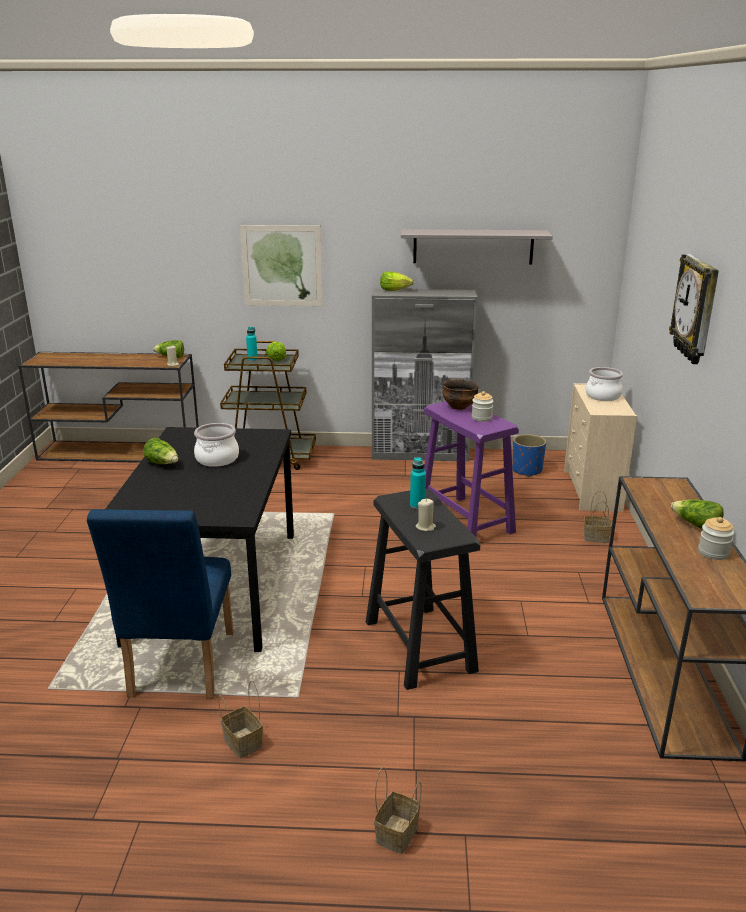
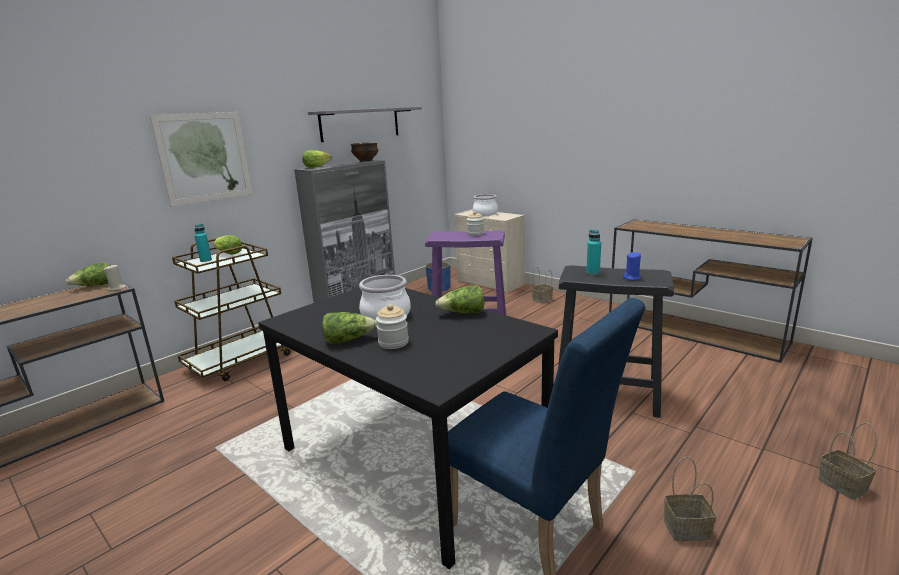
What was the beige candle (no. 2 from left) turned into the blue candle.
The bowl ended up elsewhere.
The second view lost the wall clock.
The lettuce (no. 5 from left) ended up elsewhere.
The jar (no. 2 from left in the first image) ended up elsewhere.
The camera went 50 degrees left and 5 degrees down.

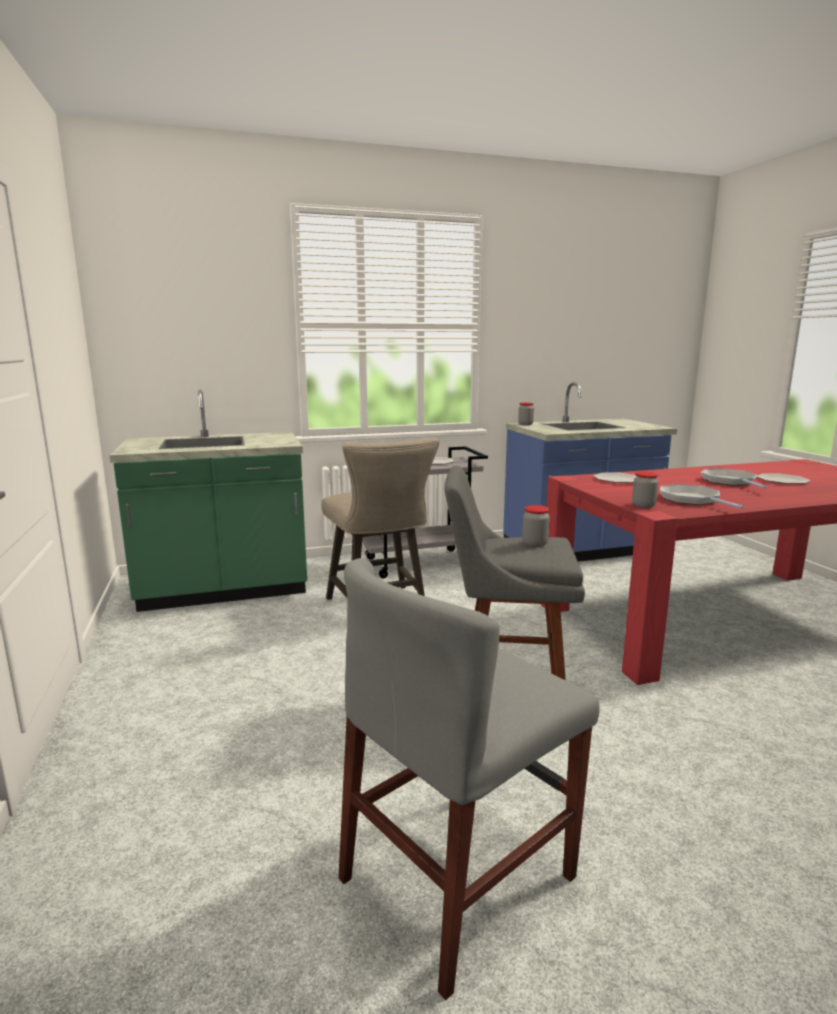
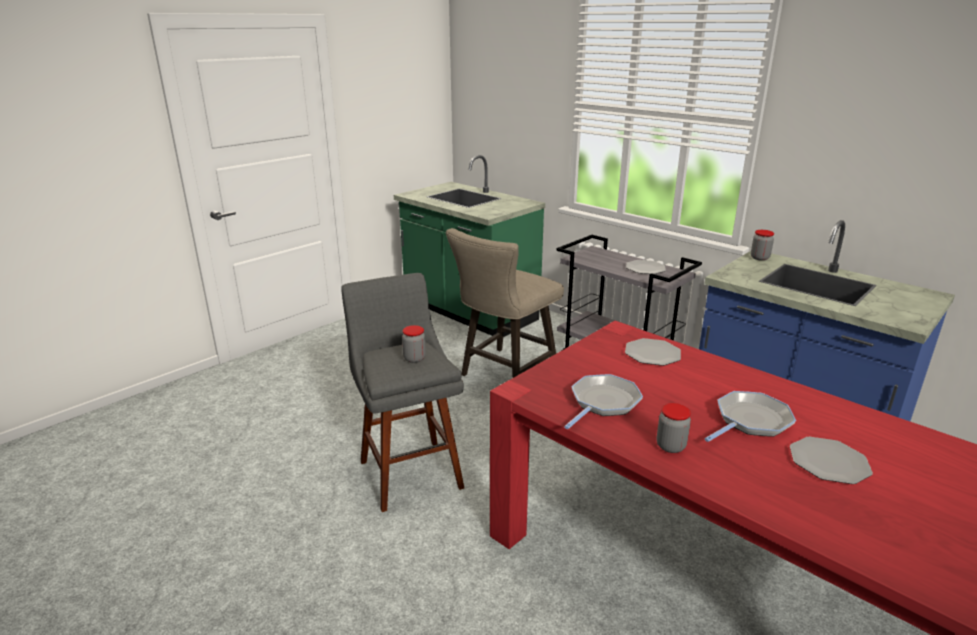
The second view lost the grey chair.
The jar (no. 3 from left in the first image) ended up elsewhere.
The camera went 60 degrees right and 10 degrees up.

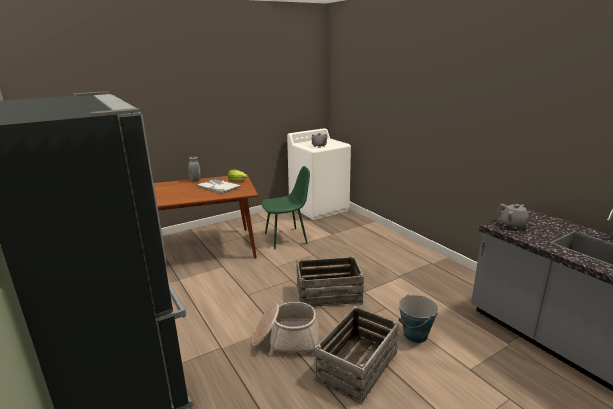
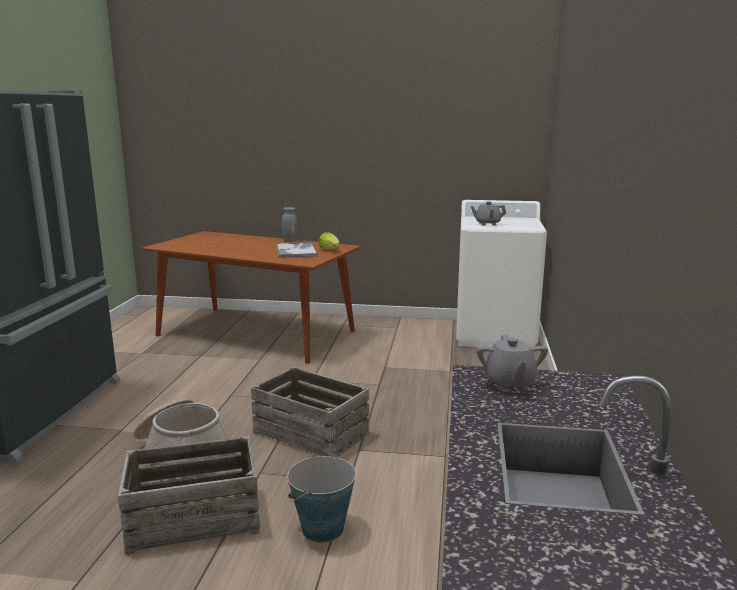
The second view lost the green chair.
The camera went 40 degrees right and 5 degrees down.

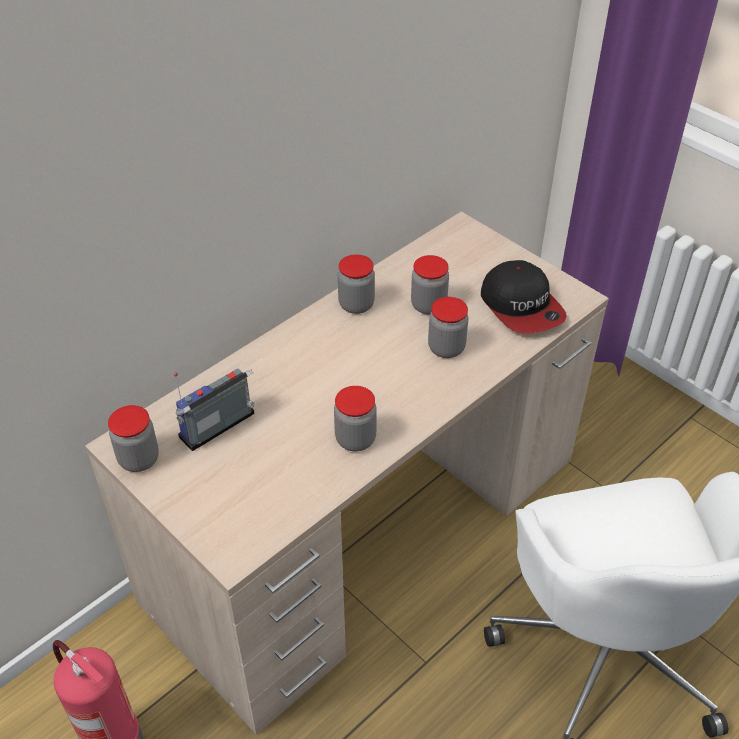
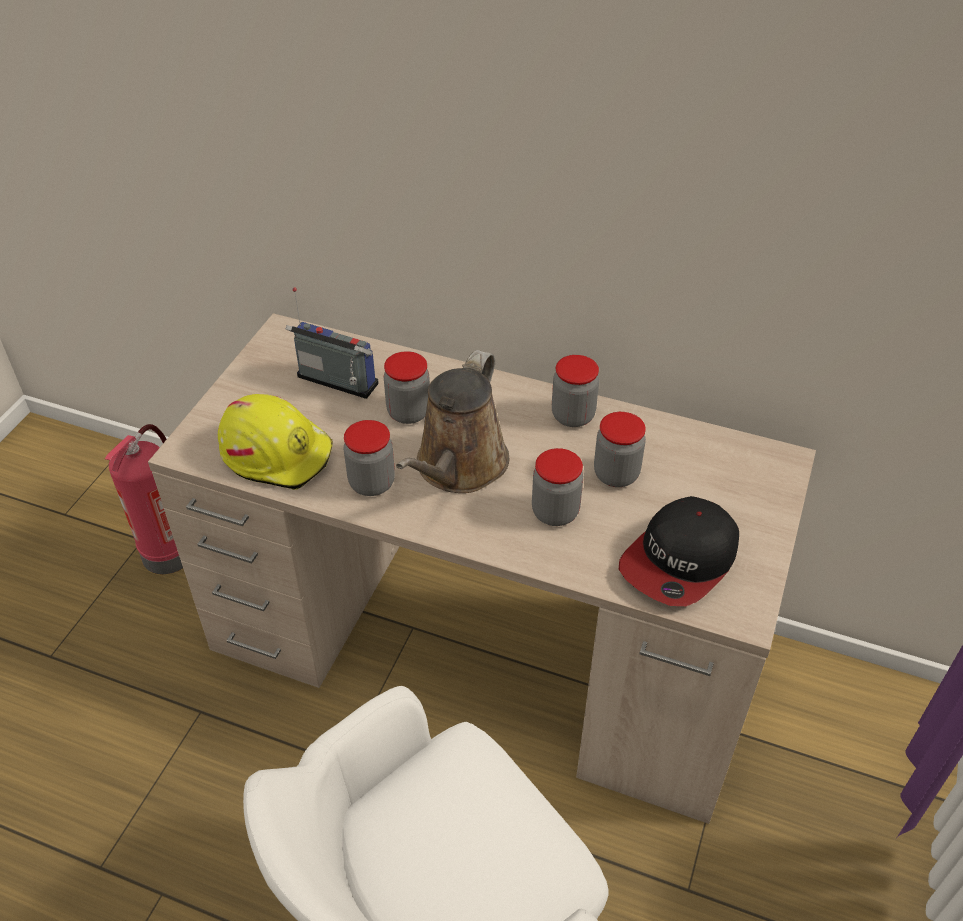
The jar (no. 1 from left in the first image) ended up elsewhere.
The second view gained the yellow hard hat.
The second view gained the brown watering can.
The camera went 65 degrees right and 0 degrees up.

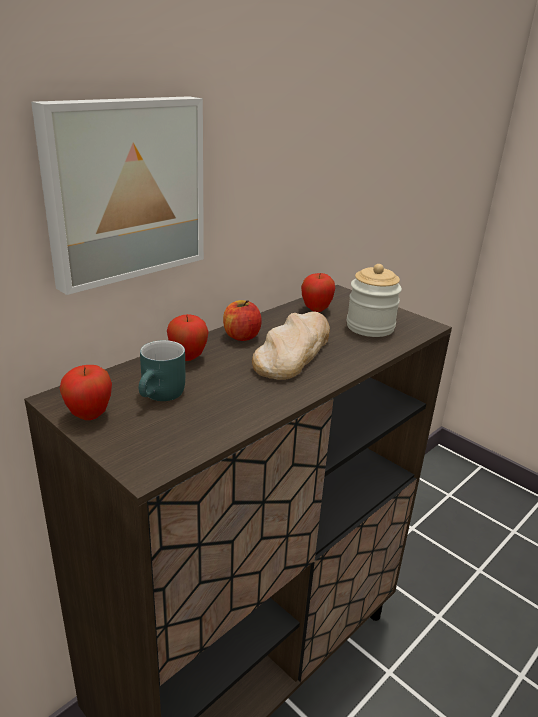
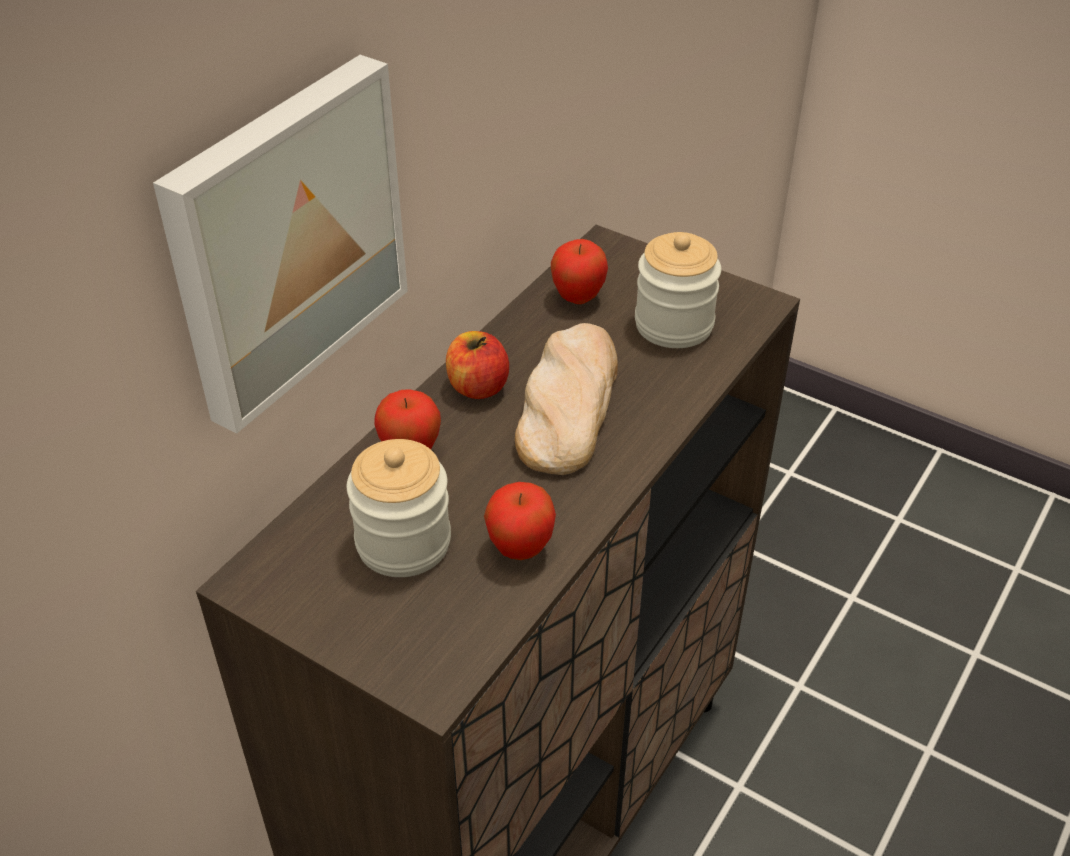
The apple (no. 1 from left in the first image) ended up elsewhere.
Where the turquoise mug stood, the jar (no. 1 from left) came to stand.
The camera went 10 degrees left and 15 degrees up.

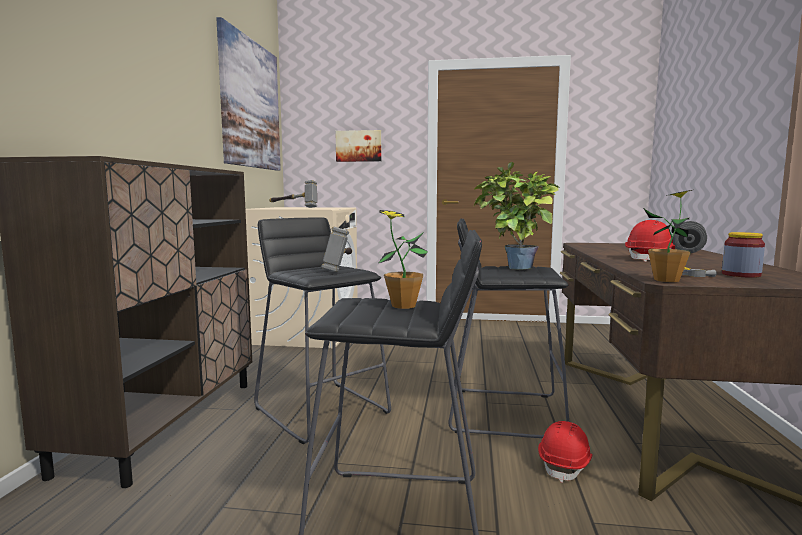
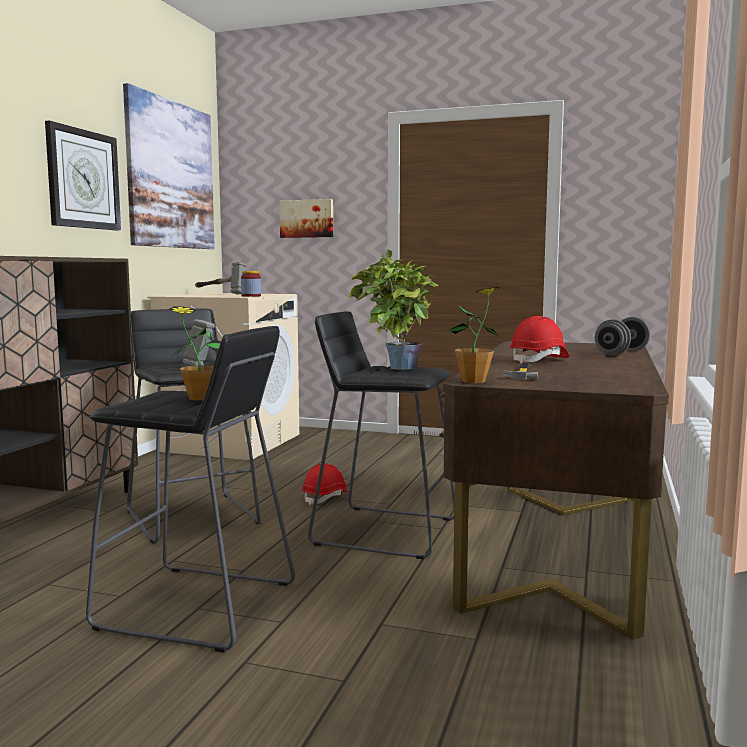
The red hard hat (no. 1 from left) ended up elsewhere.
The jar ended up elsewhere.
The second view gained the wall clock.
The camera went 10 degrees right and 0 degrees up.

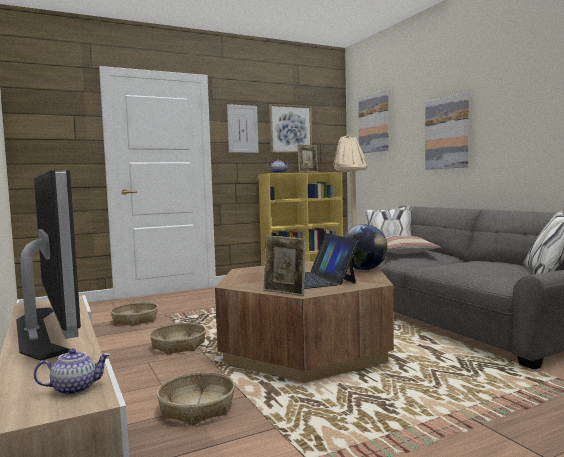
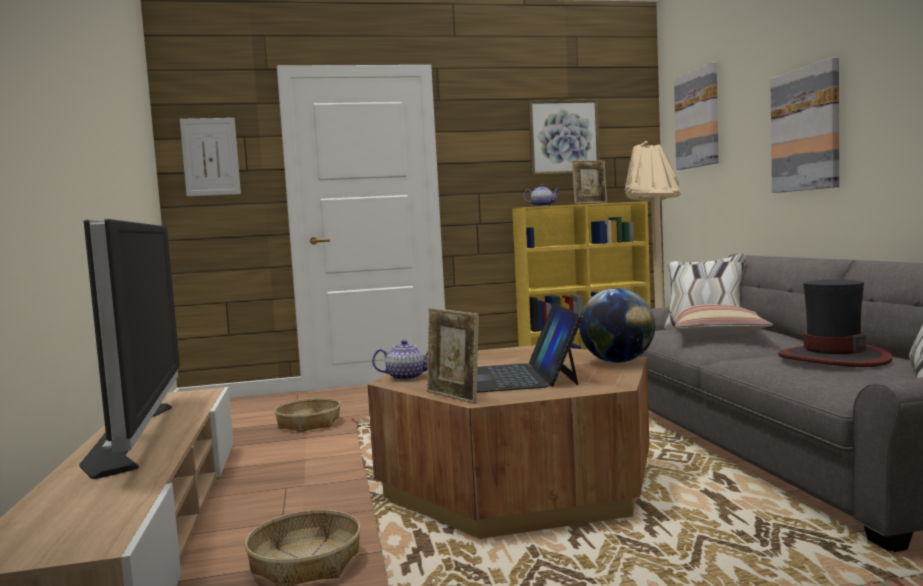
The teapot (no. 1 from left) ended up elsewhere.
The second view lost the basket (no. 2 from left).
The picture (no. 1 from left) ended up elsewhere.
The second view gained the hat.
The camera went 15 degrees right and 0 degrees up.

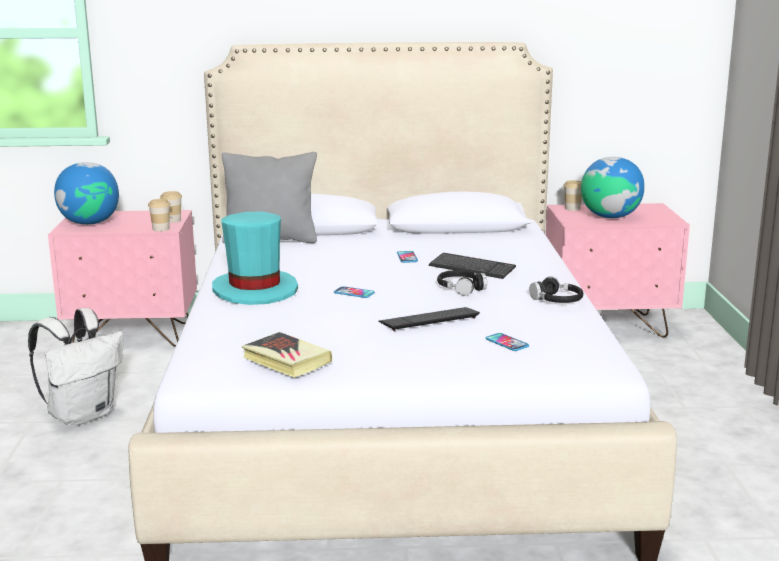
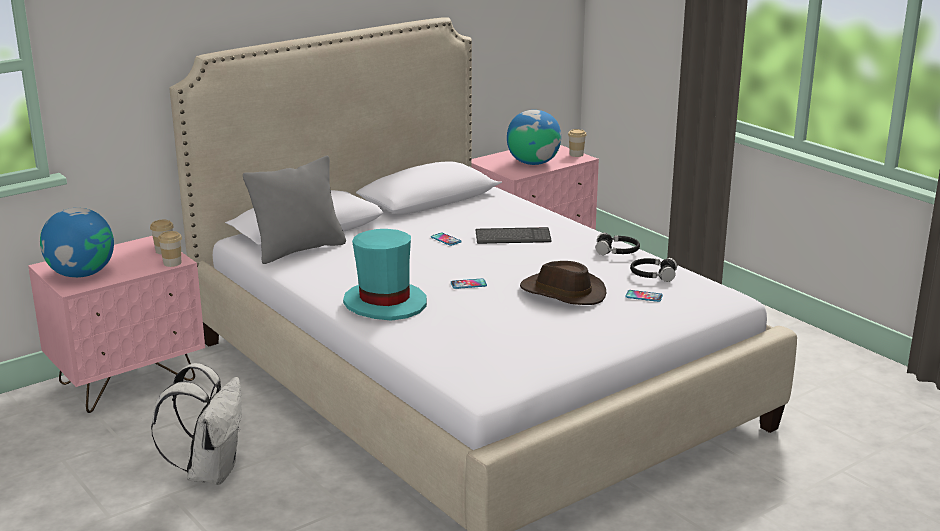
The second view lost the book.
Where the keyboard (no. 1 from left) stood, the brown hat came to stand.
The black headphones (no. 1 from left in the first image) ended up elsewhere.
The cup (no. 3 from left) ended up elsewhere.
The camera went 35 degrees left and 5 degrees up.

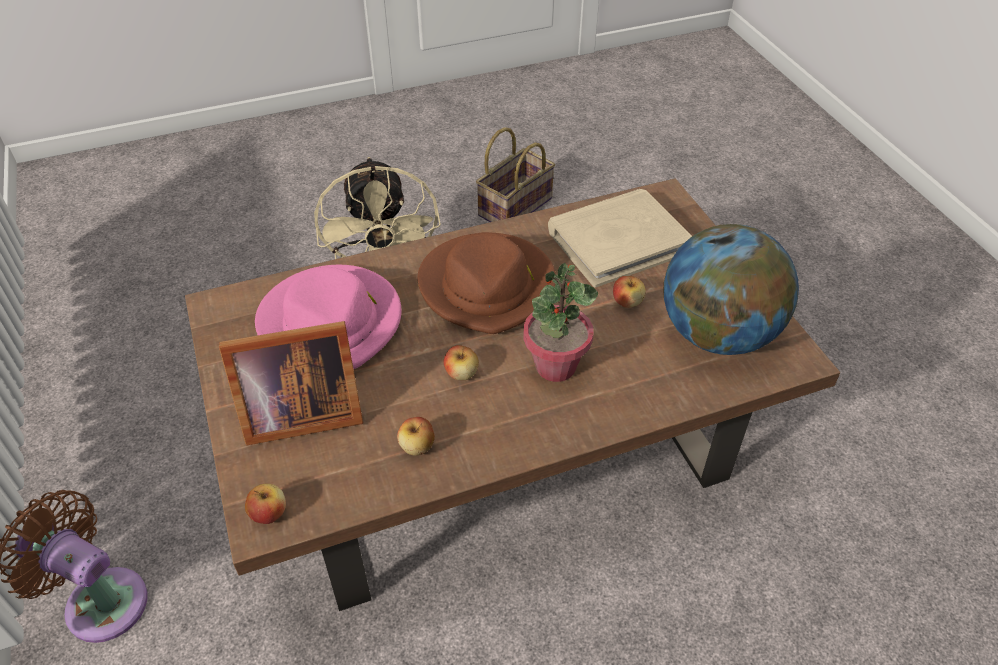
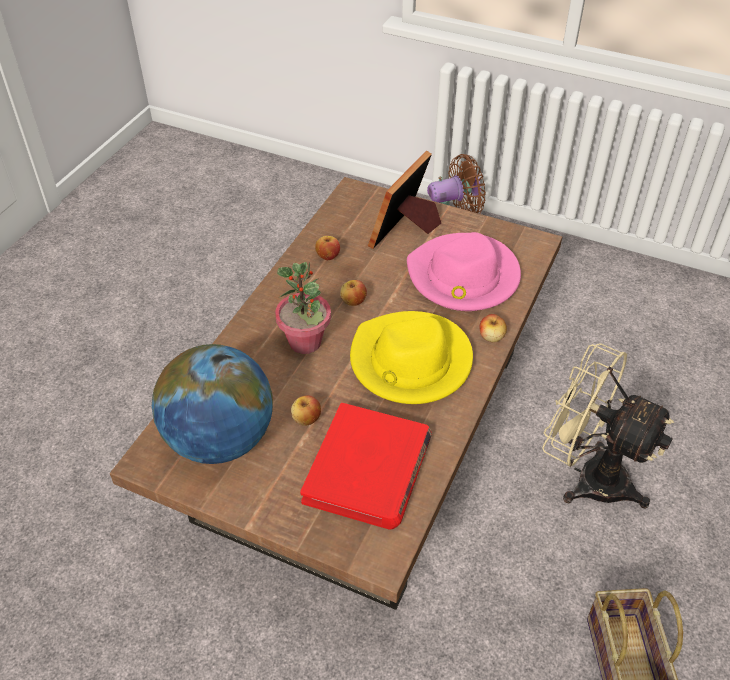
The apple (no. 1 from left in the first image) ended up elsewhere.
What was the brown hat turned into the yellow hat.
What was the beige book turned into the red book.
The camera went 135 degrees right and 0 degrees up.

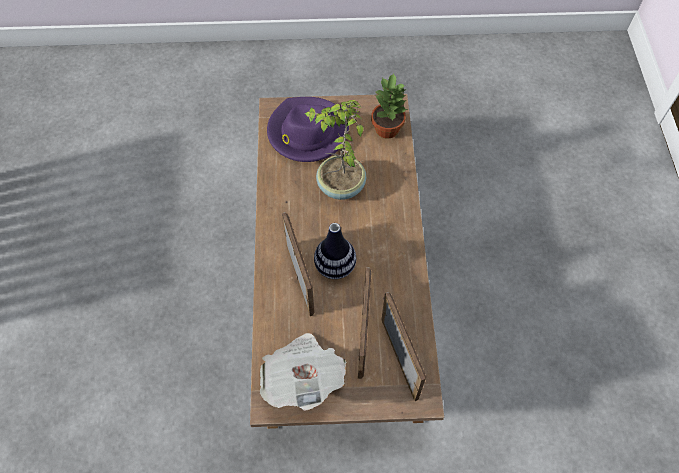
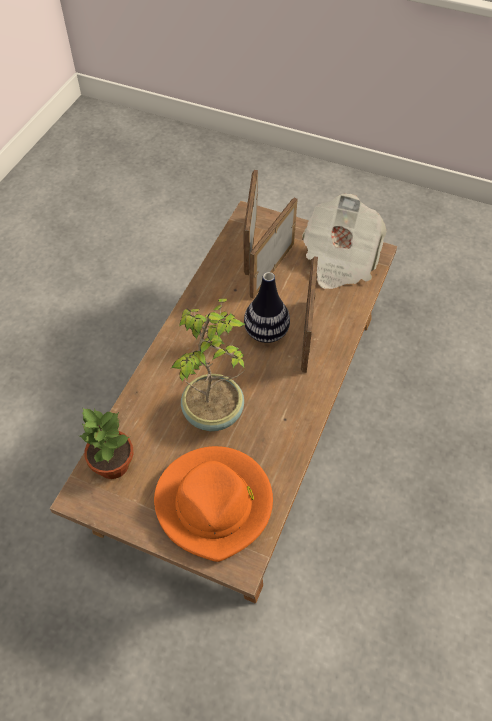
What was the purple hat turned into the orange hat.
The camera went 155 degrees left and 5 degrees down.

